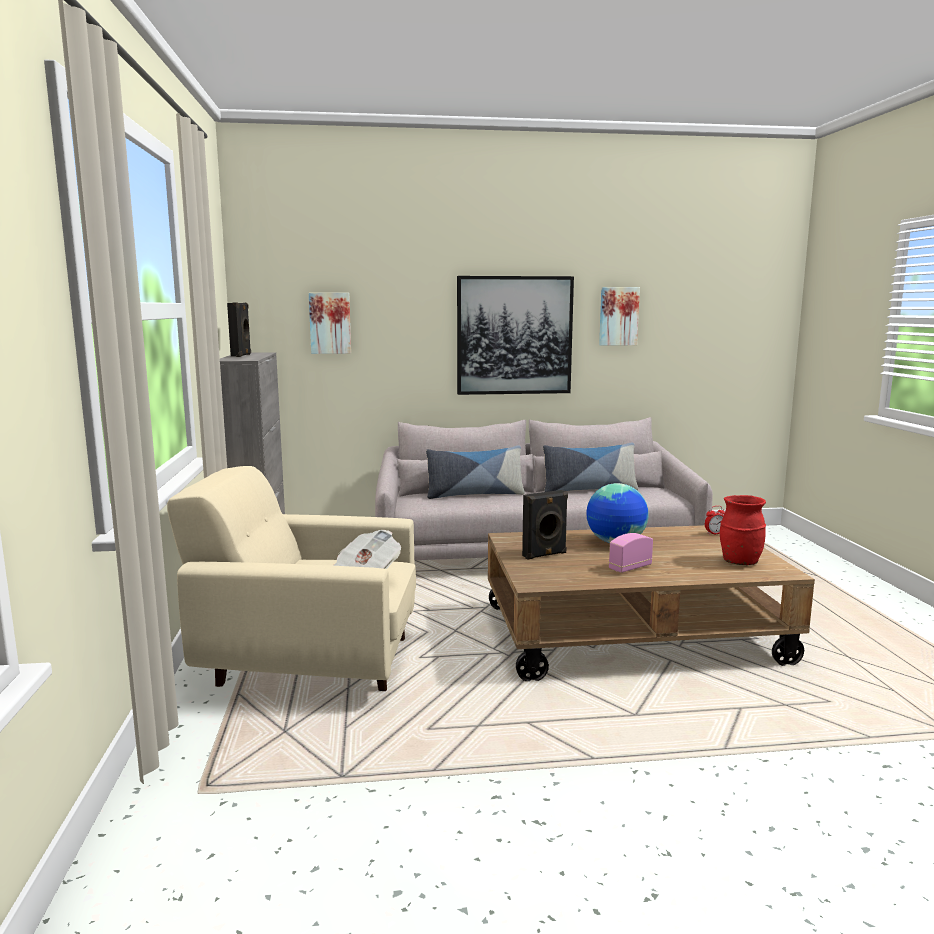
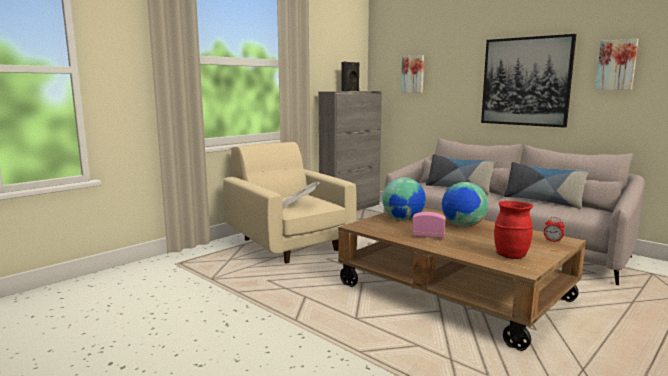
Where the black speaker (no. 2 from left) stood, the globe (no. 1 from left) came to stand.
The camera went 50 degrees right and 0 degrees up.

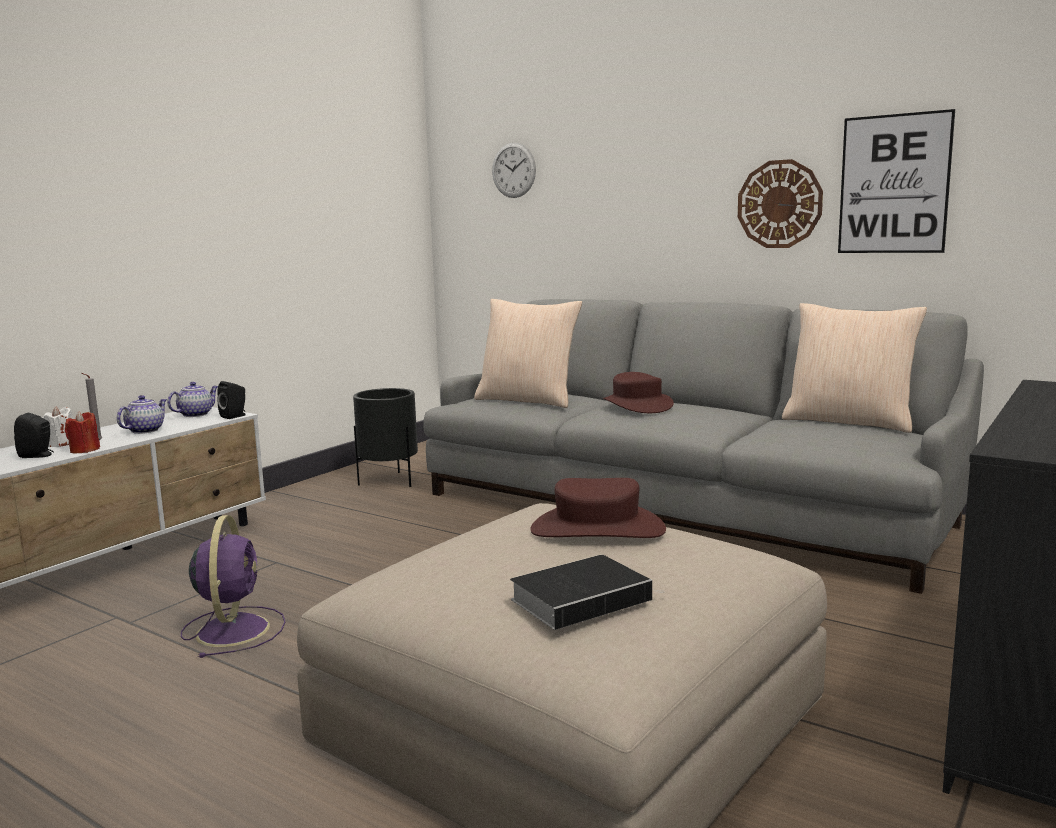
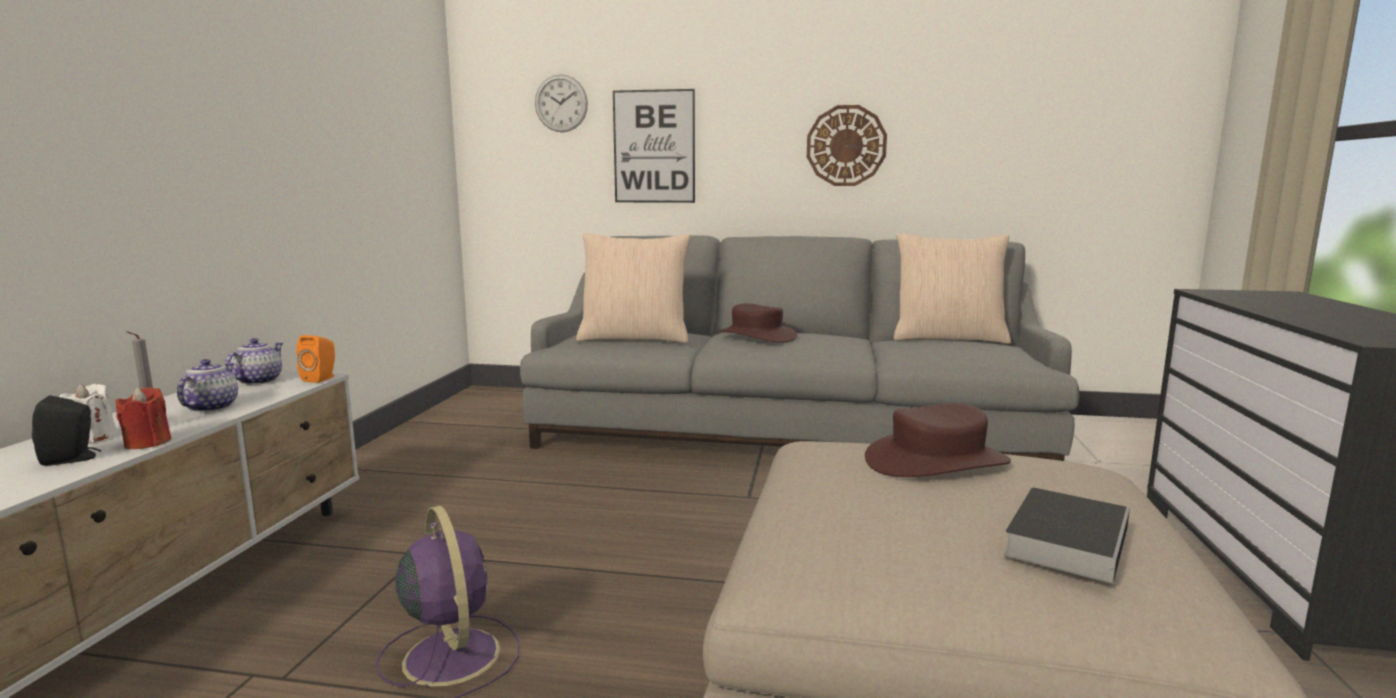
What was the black speaker (no. 2 from left) turned into the orange speaker.
The second view lost the black planter.
The picture ended up elsewhere.
The camera went 25 degrees left and 0 degrees up.

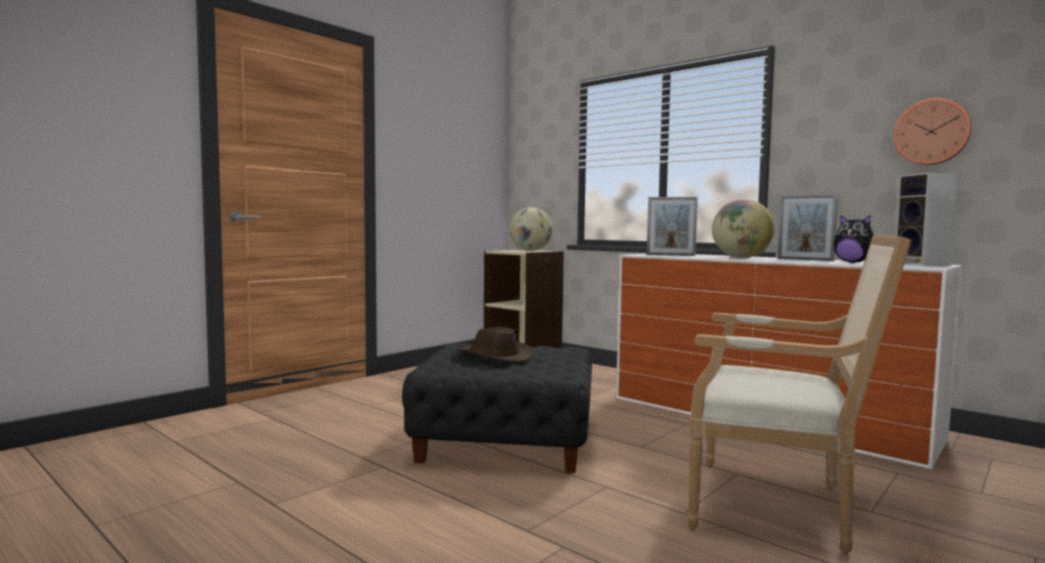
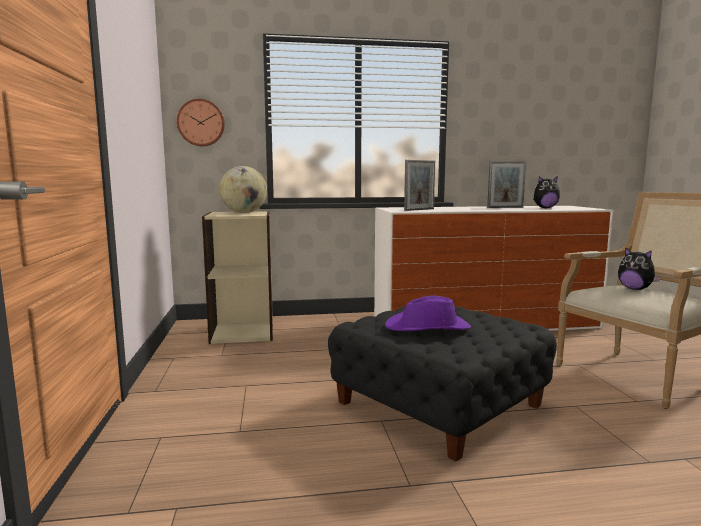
What was the brown hat turned into the purple hat.
The second view lost the globe (no. 2 from left).
The wall clock ended up elsewhere.
The second view lost the speaker.
The second view gained the plush toy (no. 2 from left).
The camera went 50 degrees left and 5 degrees up.

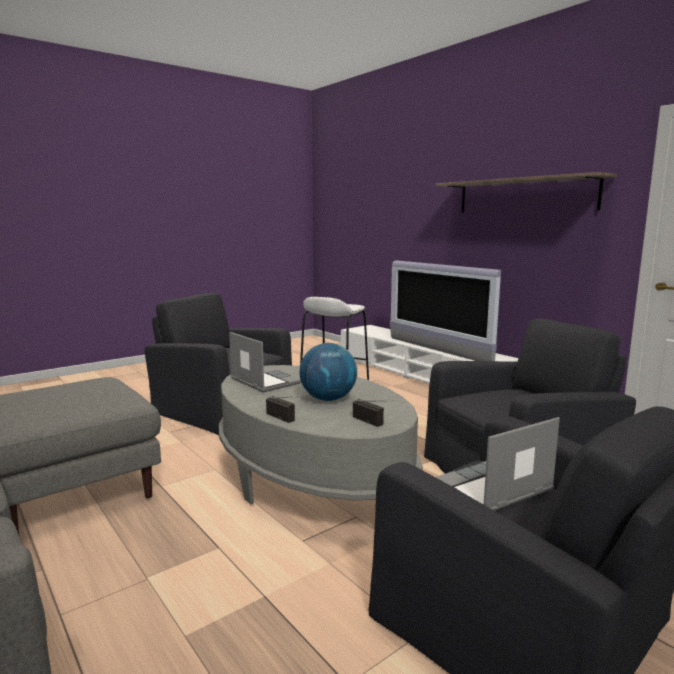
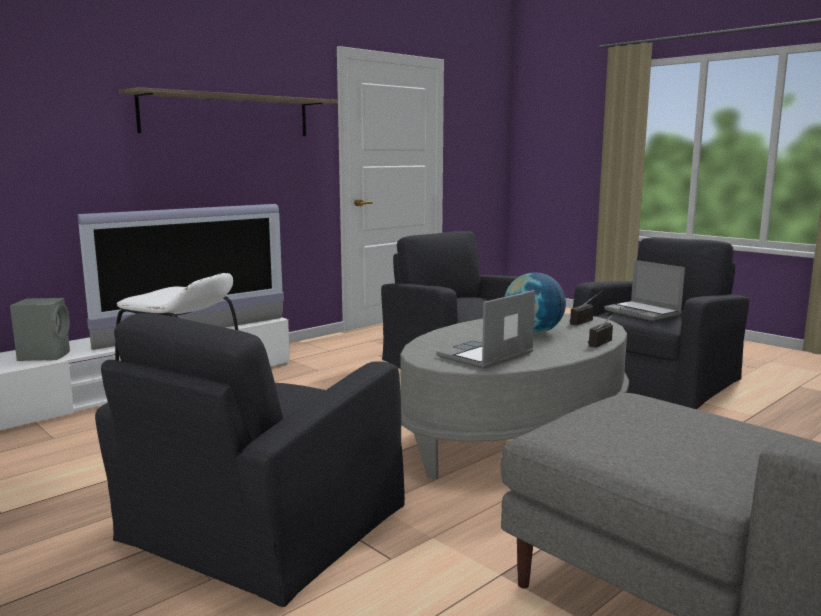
The second view gained the grey speaker.
The camera went 95 degrees left and 0 degrees up.

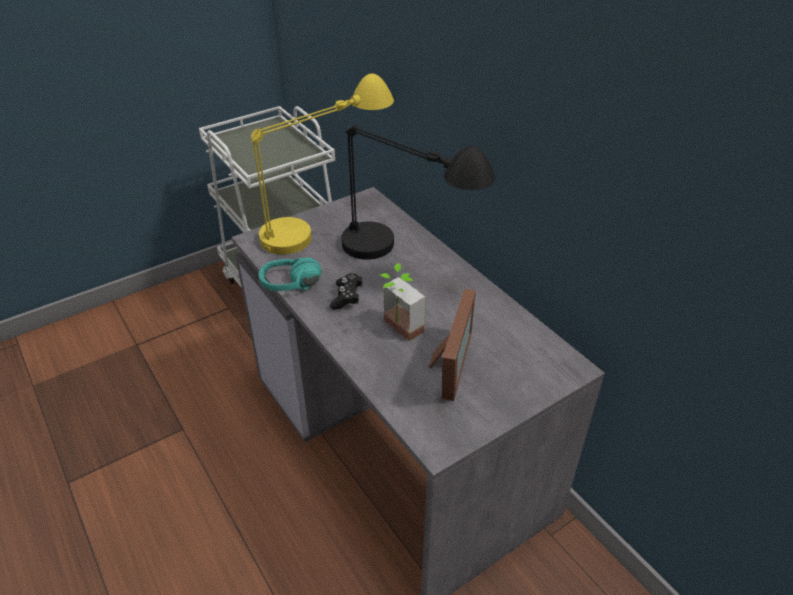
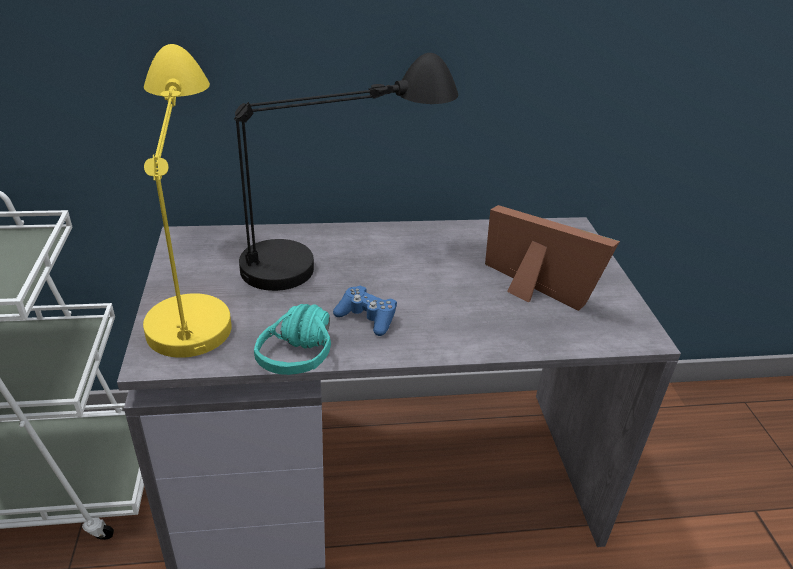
What was the black game controller turned into the blue game controller.
The second view lost the potted plant.
The camera went 65 degrees left and 5 degrees down.

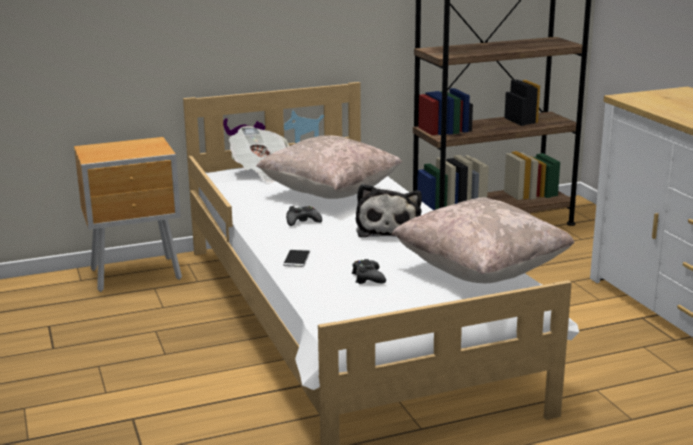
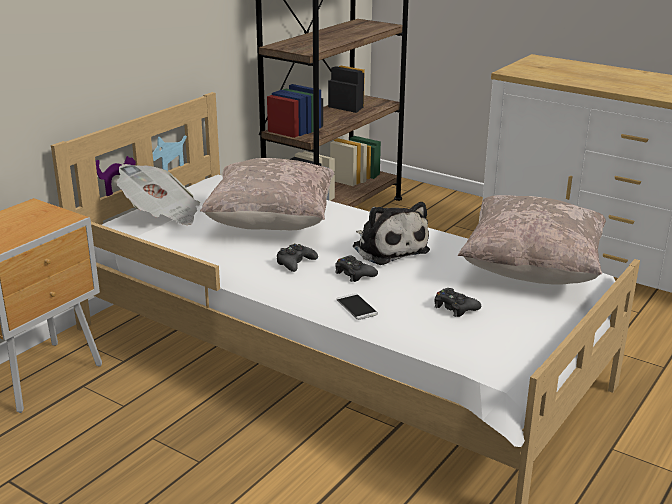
The second view gained the black game controller (no. 2 from left).
The camera went 35 degrees left and 5 degrees up.

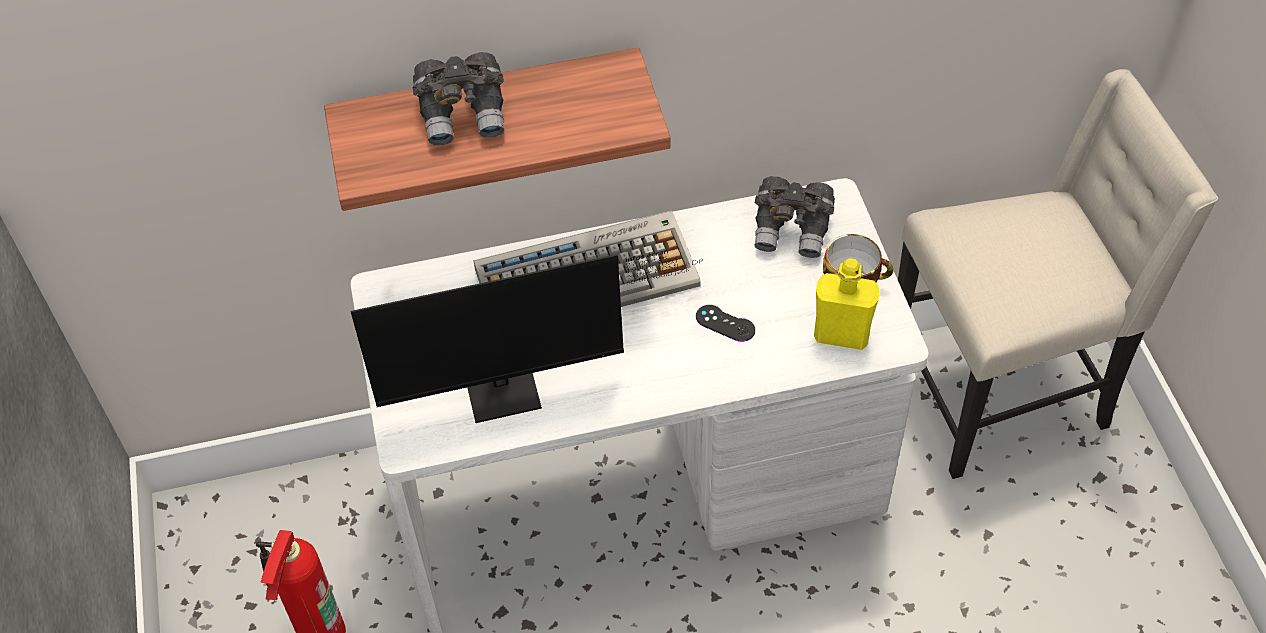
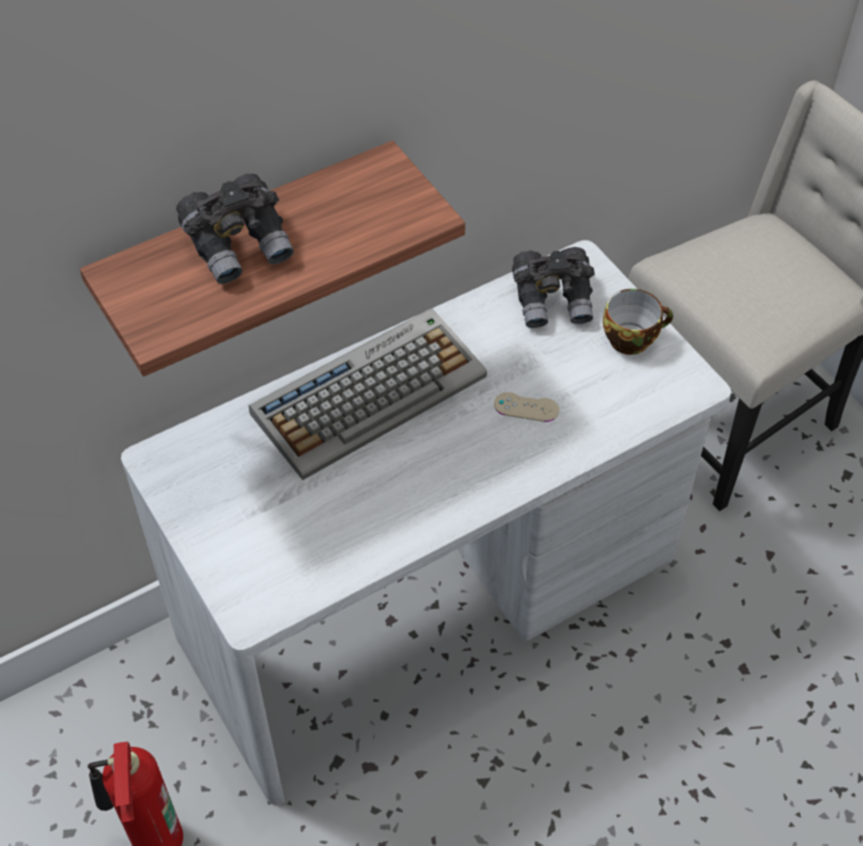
The second view lost the monitor.
What was the black game controller turned into the beige game controller.
The second view lost the yellow bottle.
The camera went 20 degrees left and 0 degrees up.

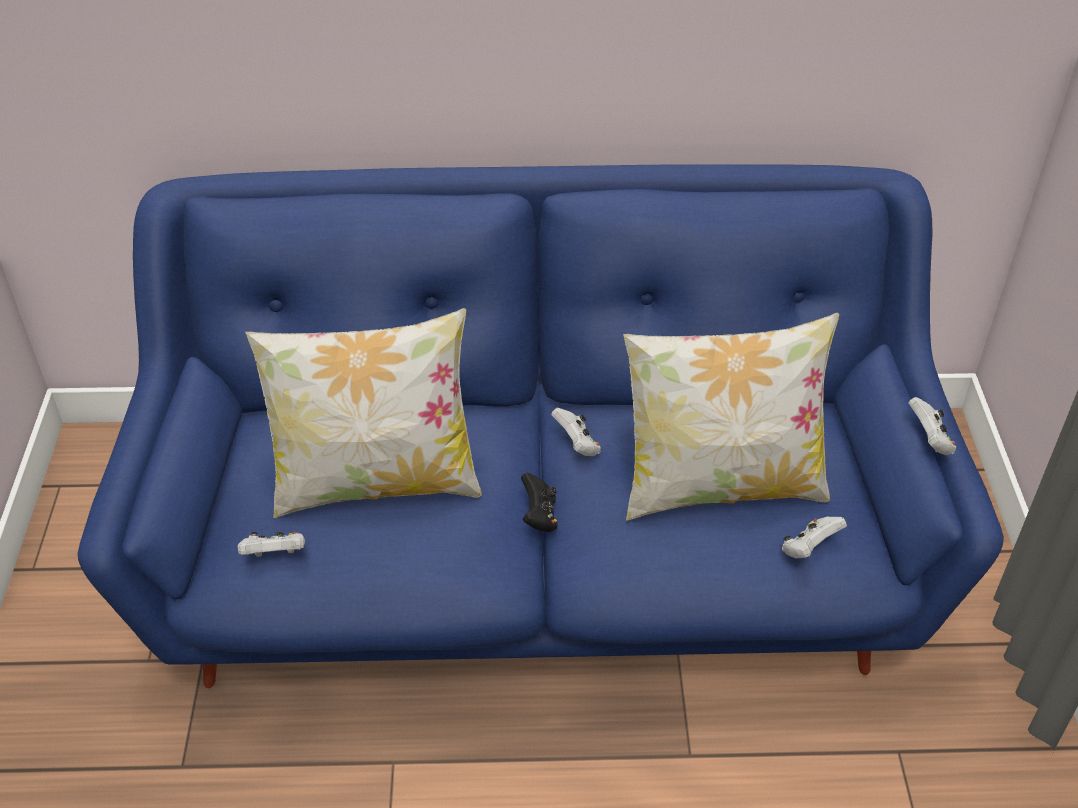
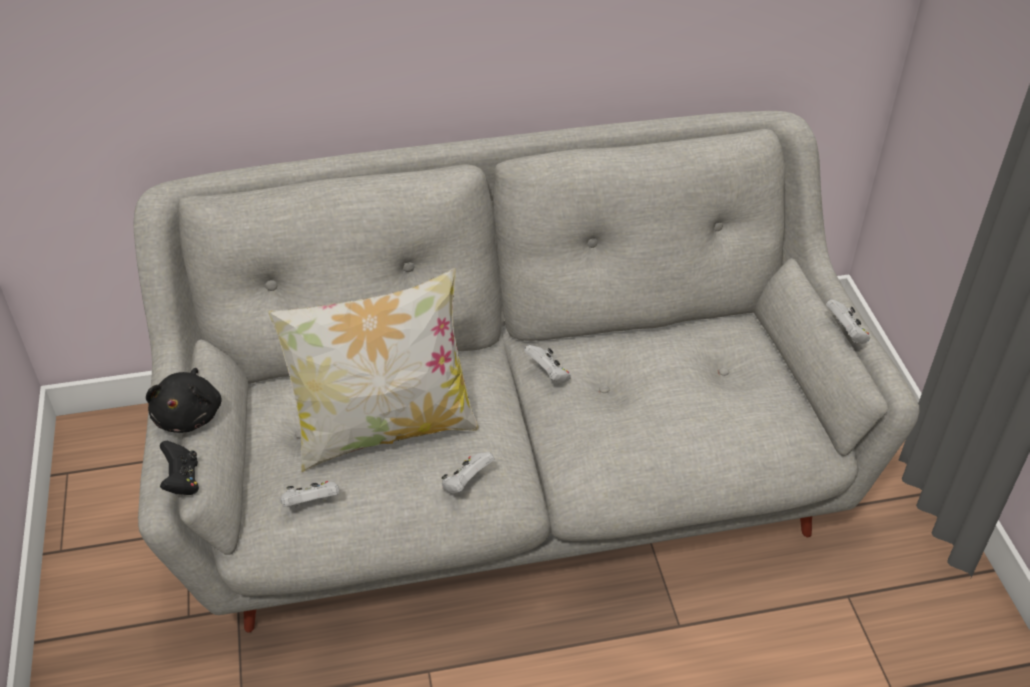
What was the blue sofa turned into the grey sofa.
The black game controller ended up elsewhere.
The second view lost the pillow (no. 2 from left).
The white game controller (no. 3 from left in the first image) ended up elsewhere.
The second view gained the black plush toy.
The camera went 10 degrees left and 0 degrees up.

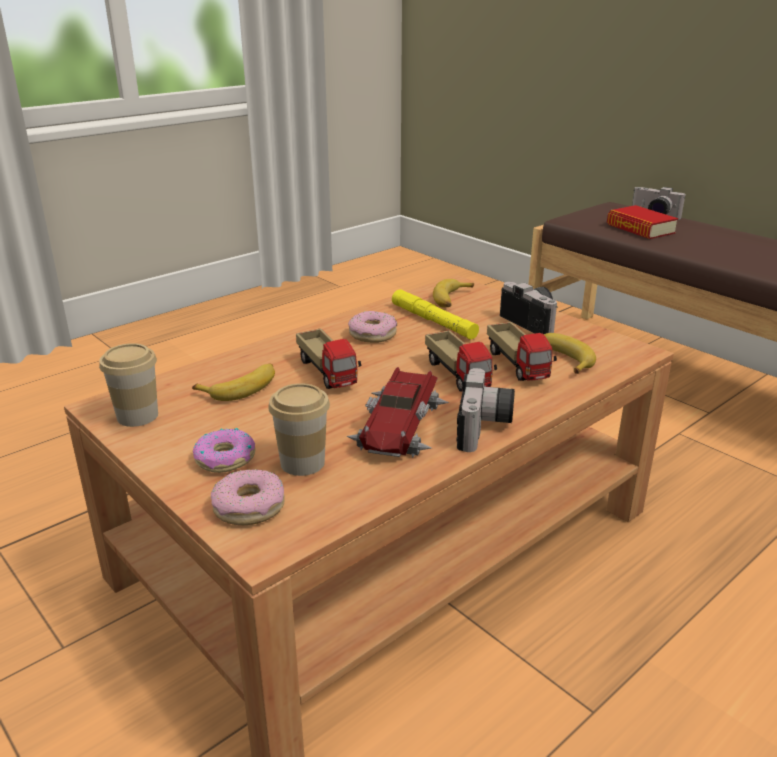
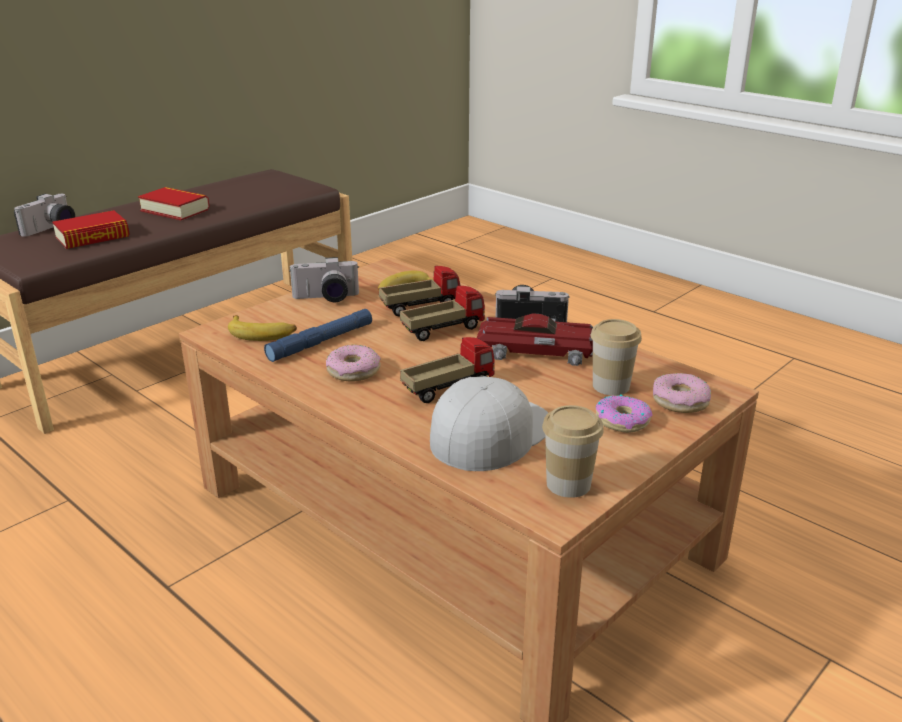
Where the banana (no. 1 from left) stood, the white cap came to stand.
What was the yellow flashlight turned into the blue flashlight.
The photo camera (no. 2 from left) ended up facing another way, 150 degrees counterclockwise from before.
The second view gained the book (no. 2 from left).
The camera went 95 degrees left and 0 degrees up.

